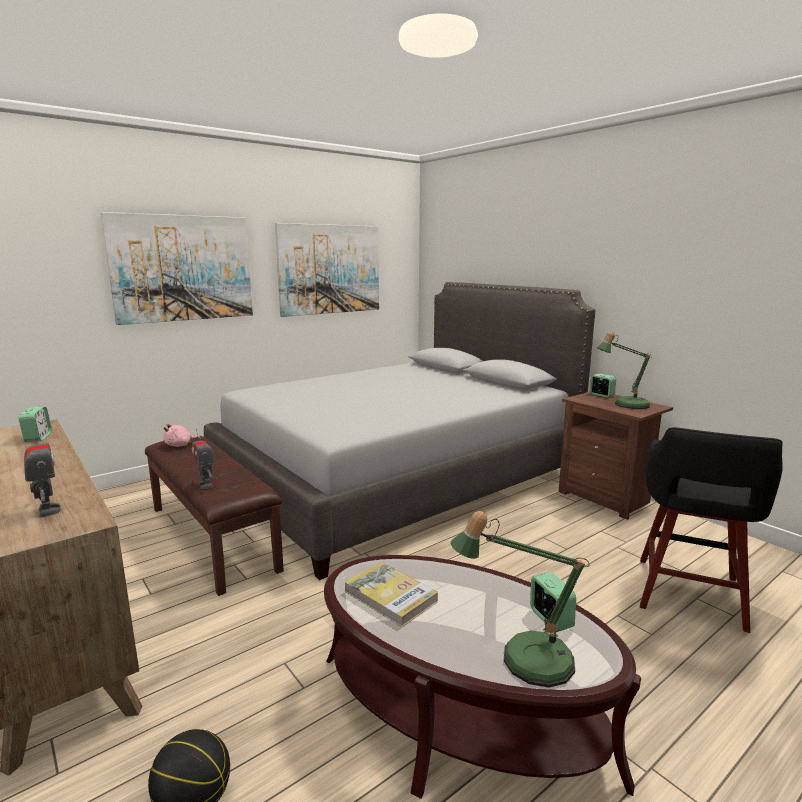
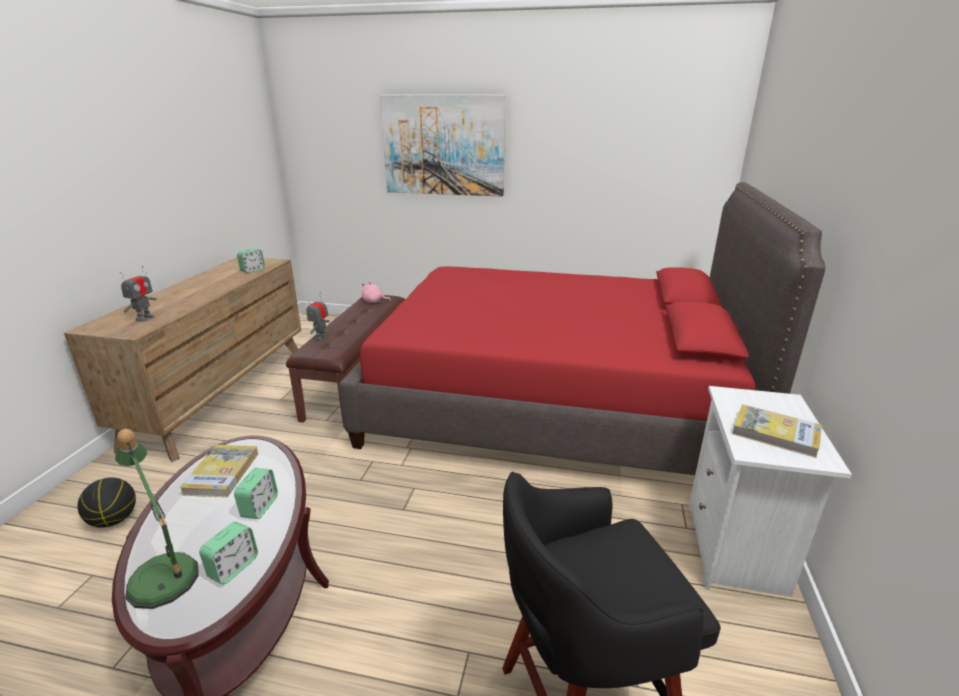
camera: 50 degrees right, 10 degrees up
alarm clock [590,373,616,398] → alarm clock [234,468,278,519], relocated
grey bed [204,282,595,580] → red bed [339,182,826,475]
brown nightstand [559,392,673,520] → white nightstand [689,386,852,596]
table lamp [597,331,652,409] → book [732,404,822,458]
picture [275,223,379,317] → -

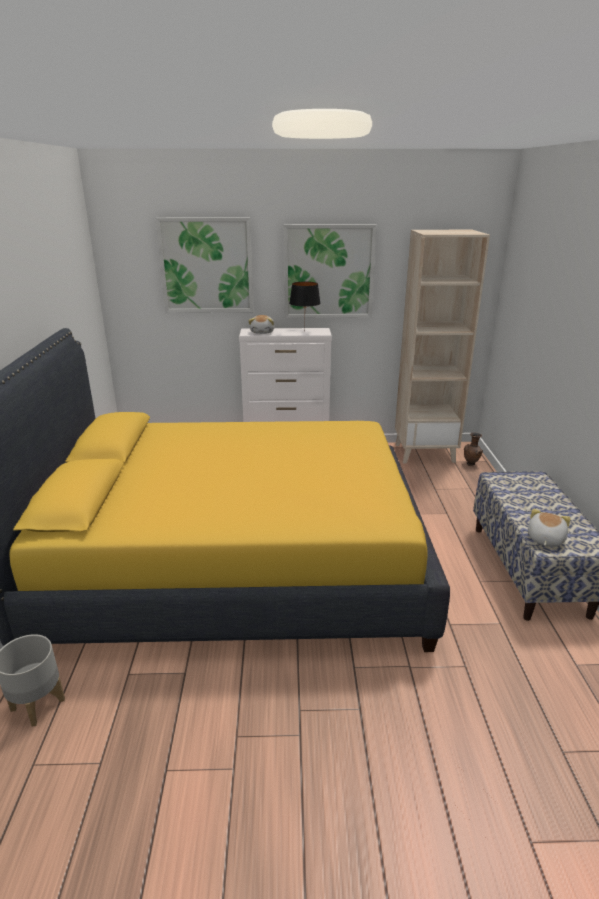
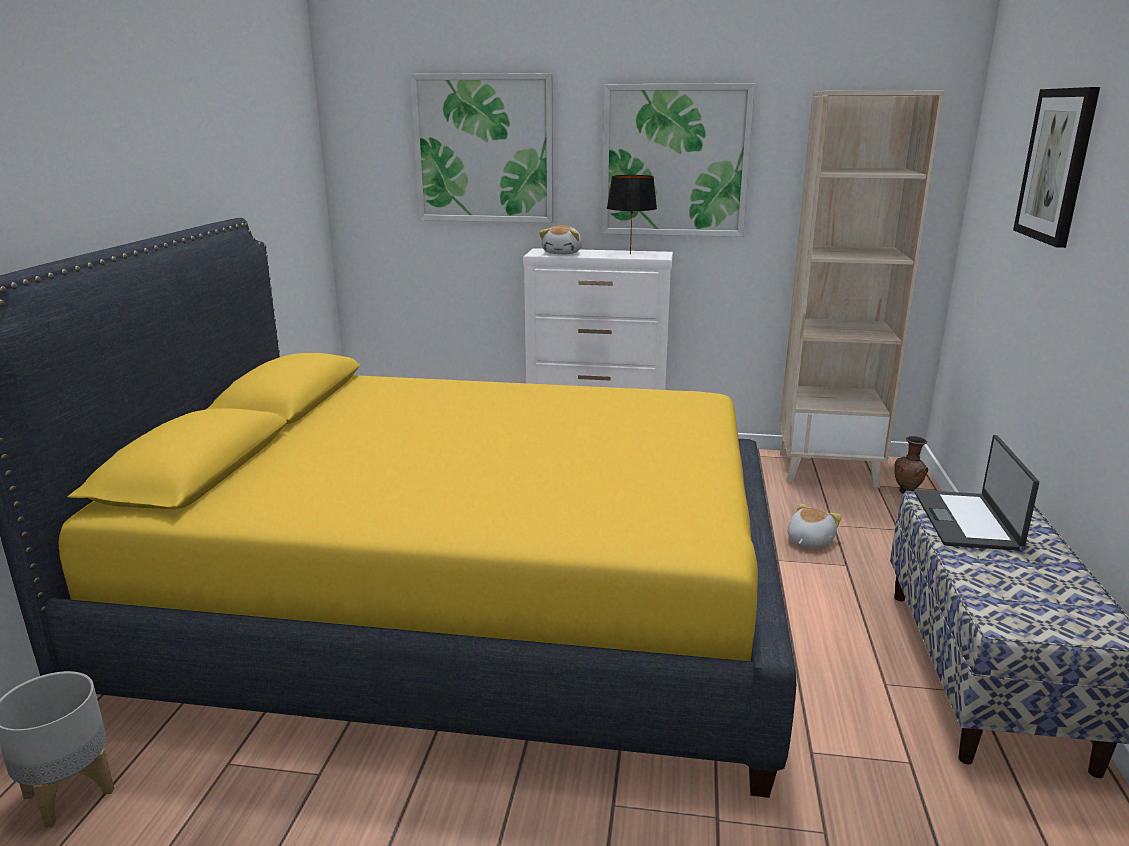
camera: 10 degrees right, 5 degrees down
plush toy [528,509,571,547] → plush toy [788,503,842,548], relocated
- → laptop [915,435,1039,551]
- → picture [1013,87,1100,248]

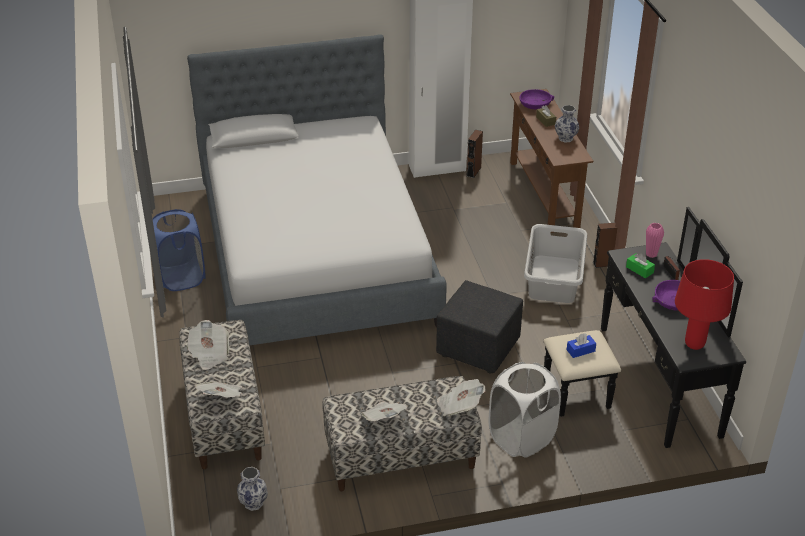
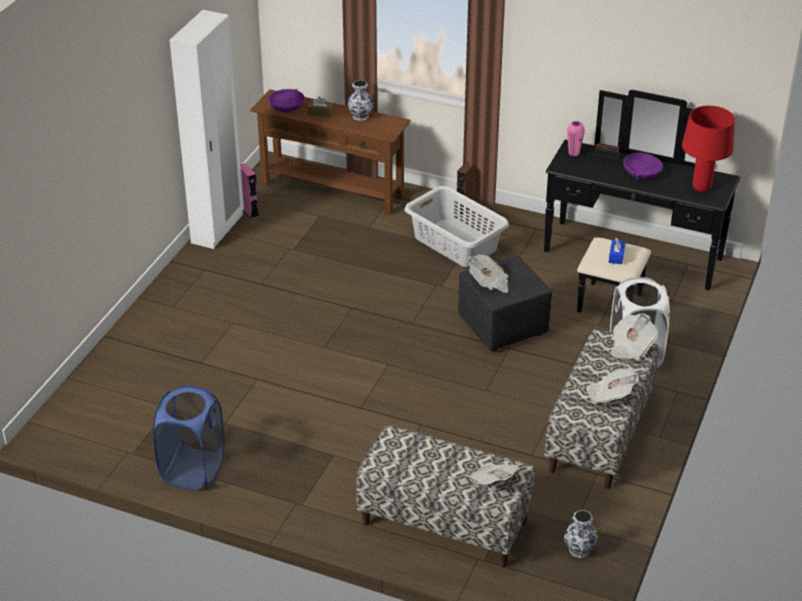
camera: 55 degrees left, 0 degrees up
brown speaker [467,130,483,178] → pink speaker [241,163,259,218]
newspaper [186,320,229,370] → newspaper [467,255,508,293], relocated
bed [187,34,447,345] → -
green tissue box [626,253,655,278] → -

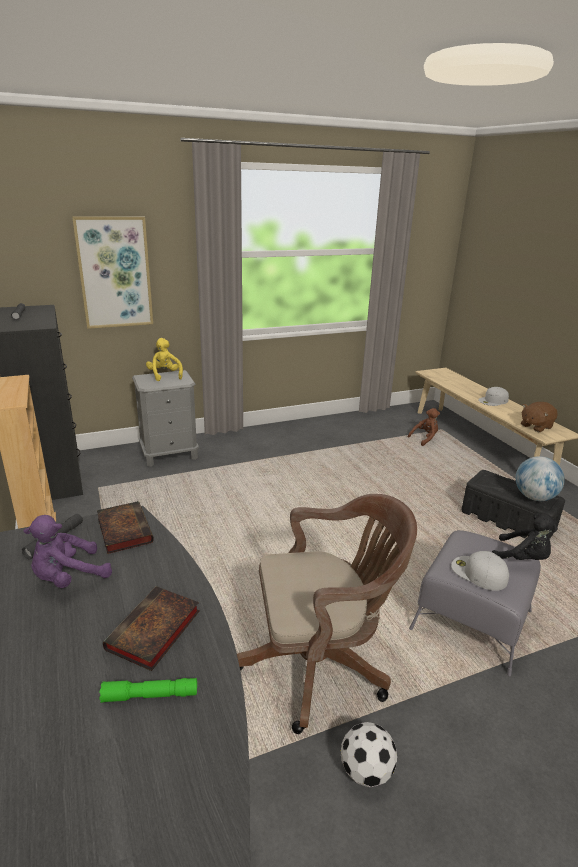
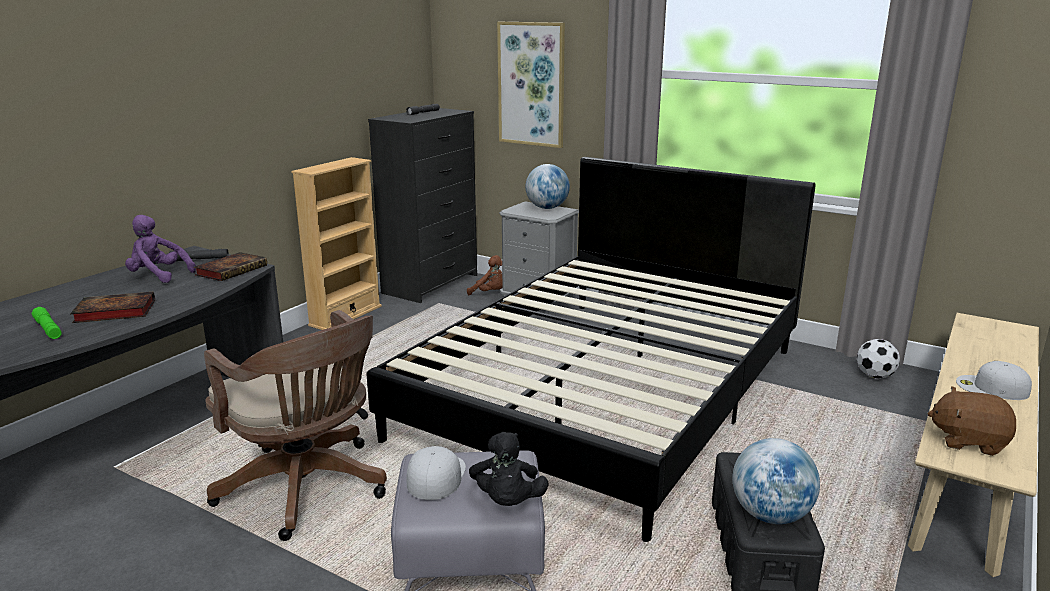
camera: 55 degrees right, 5 degrees down
- → black bed [367,157,816,542]
brown plush toy [408,408,440,446] → brown plush toy [467,255,502,295], relocated
yellow plush toy [146,338,183,381] → globe [525,164,570,209]
football [341,722,397,787] → football [857,339,900,379], relocated

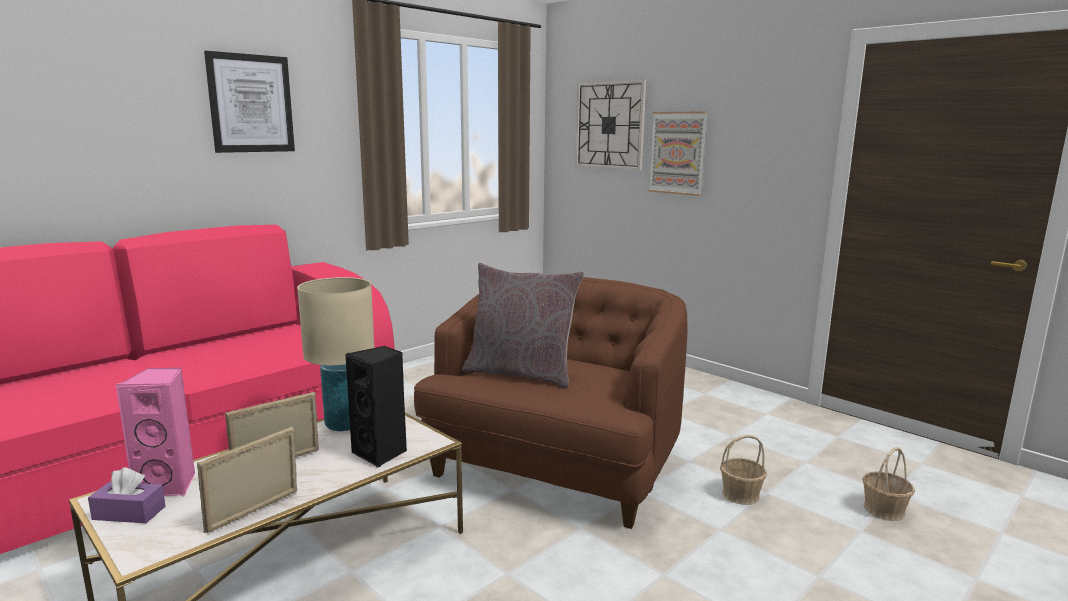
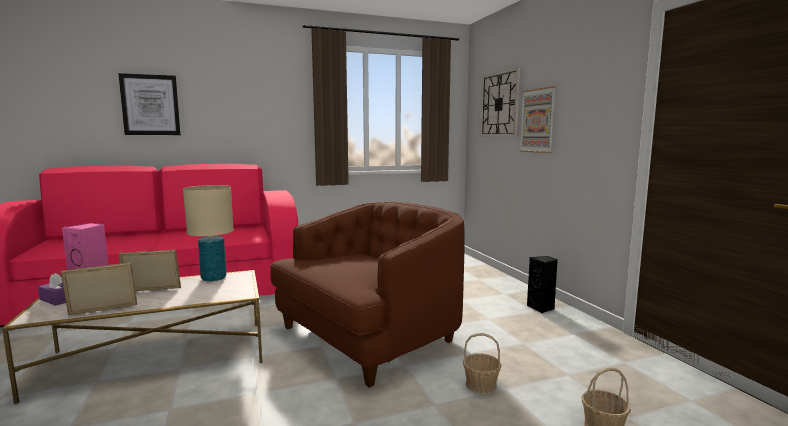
camera: 25 degrees right, 5 degrees down
picture [204,51,295,153] → picture [118,73,181,135], relocated
black speaker [345,346,407,468] → black speaker [527,256,558,313], relocated
grey pillow [462,263,584,389] → -

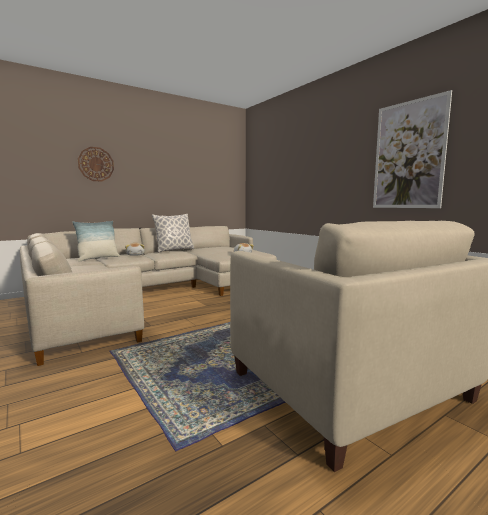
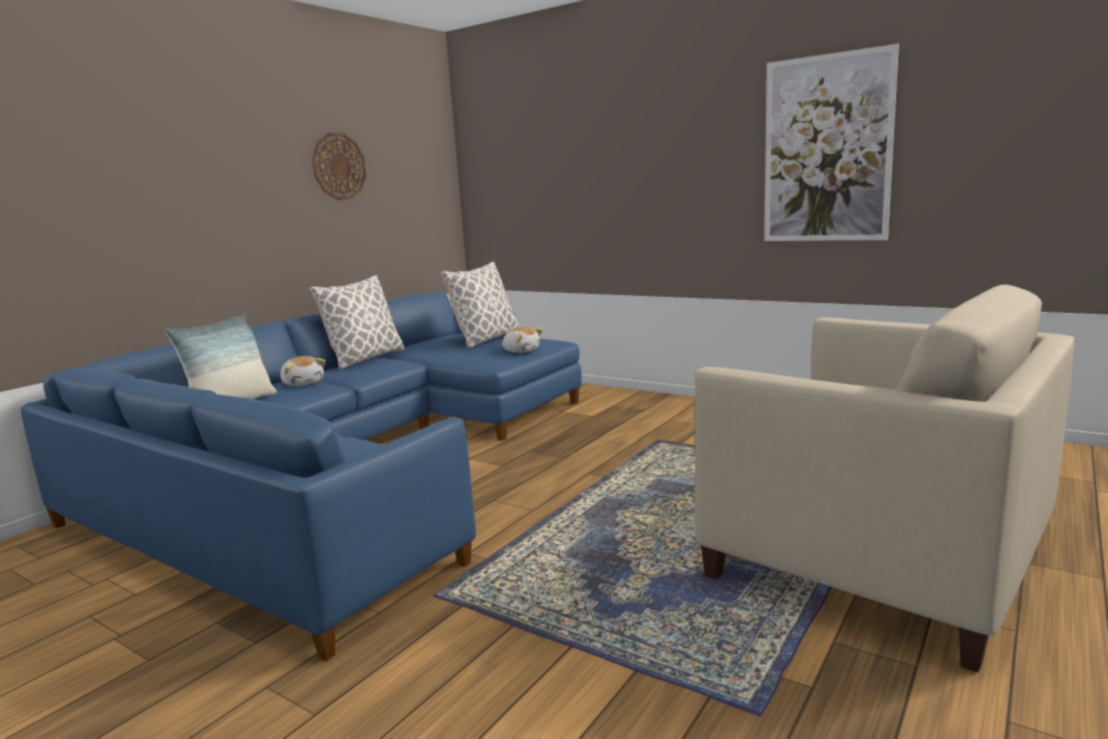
camera: 20 degrees left, 5 degrees up
beige sofa [20,226,277,366] → blue sofa [21,291,582,661]
wall clock [78,147,114,181] → wall clock [312,133,366,200], relocated
- → pillow [441,262,519,349]

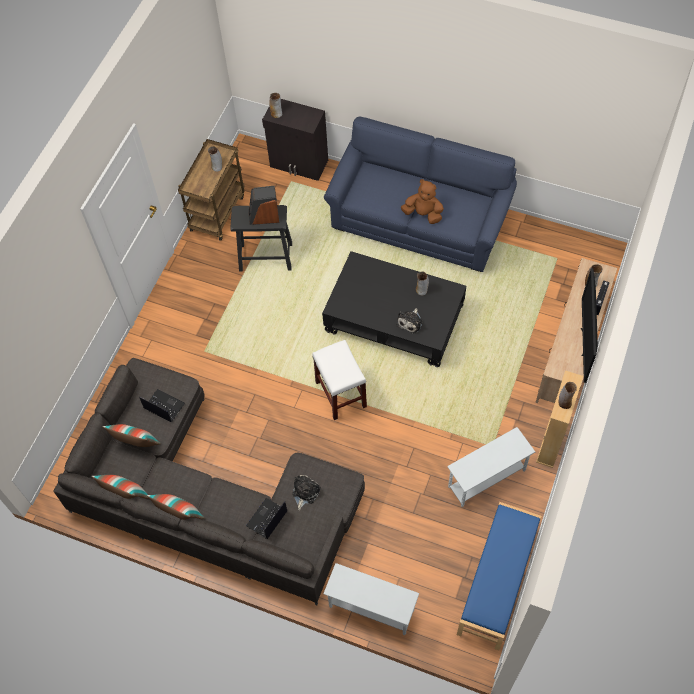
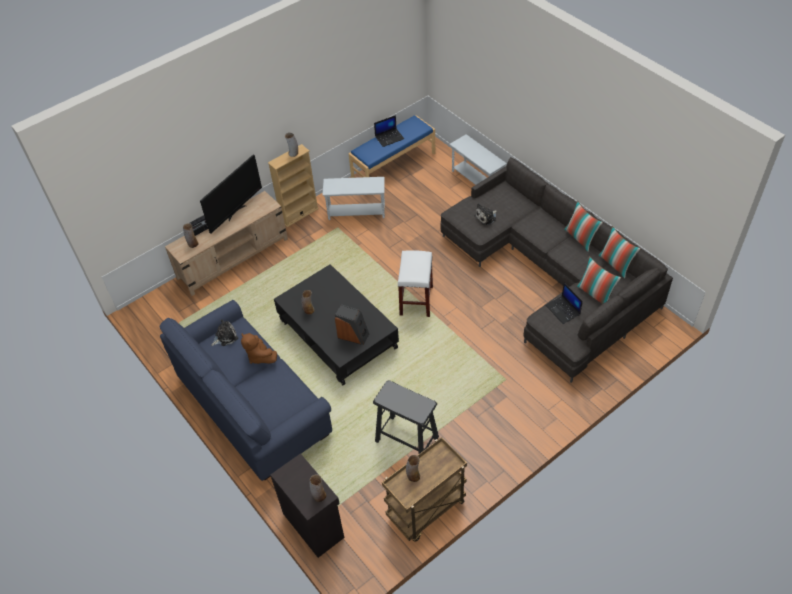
camera: 150 degrees left, 10 degrees down
plush toy [397,308,423,334] → plush toy [211,319,238,346], relocated
speaker [248,185,279,225] → speaker [335,304,369,345], relocated
laptop [246,498,287,539] → laptop [374,115,404,147], relocated

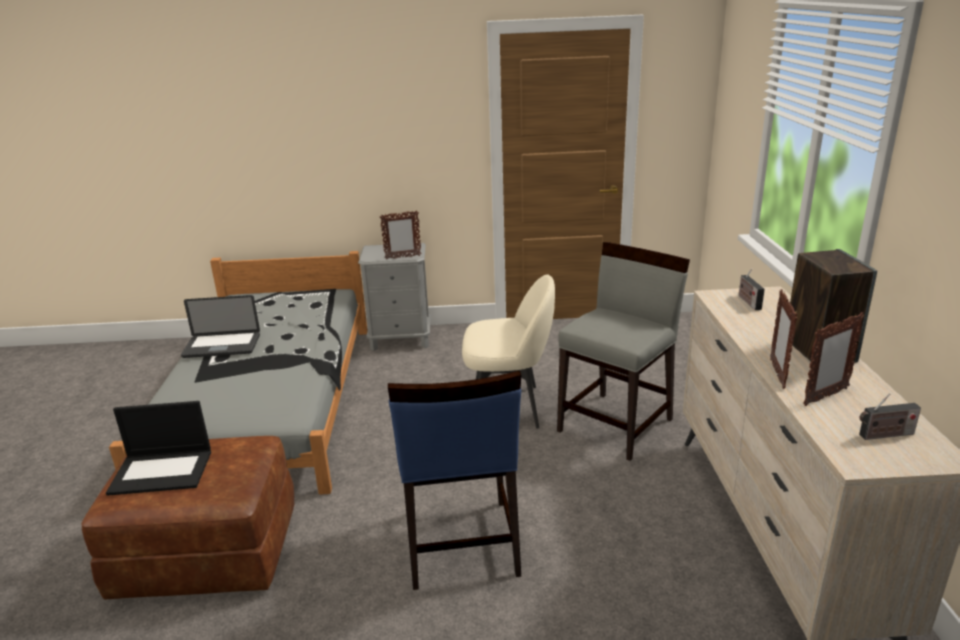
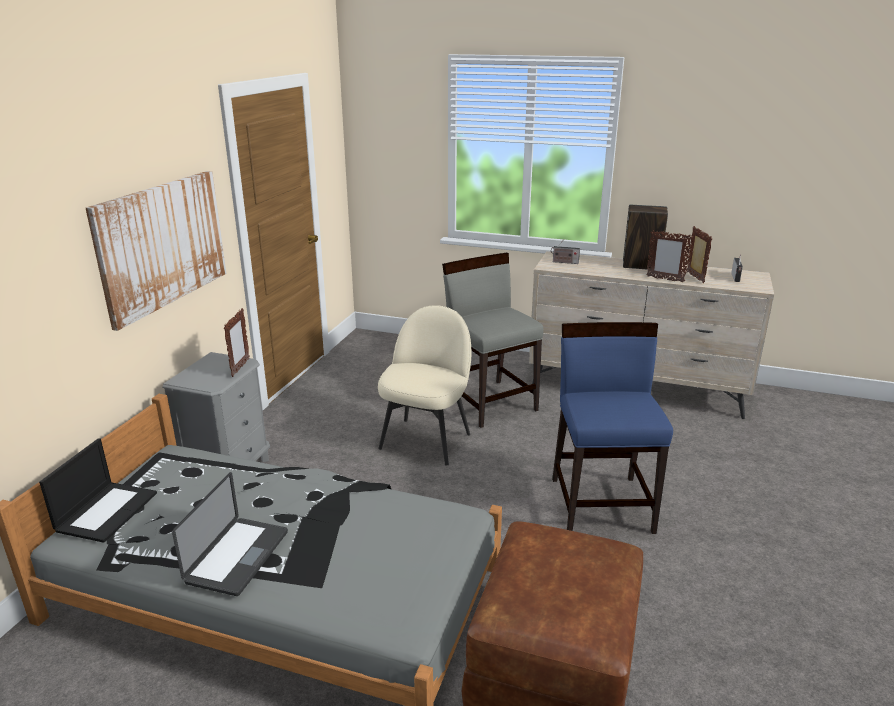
camera: 70 degrees left, 0 degrees up
laptop [106,401,211,496] → laptop [39,438,157,543], relocated
- → picture [86,171,226,331]
blue chair [388,371,521,590] → blue chair [552,322,673,534], 105 degrees counterclockwise

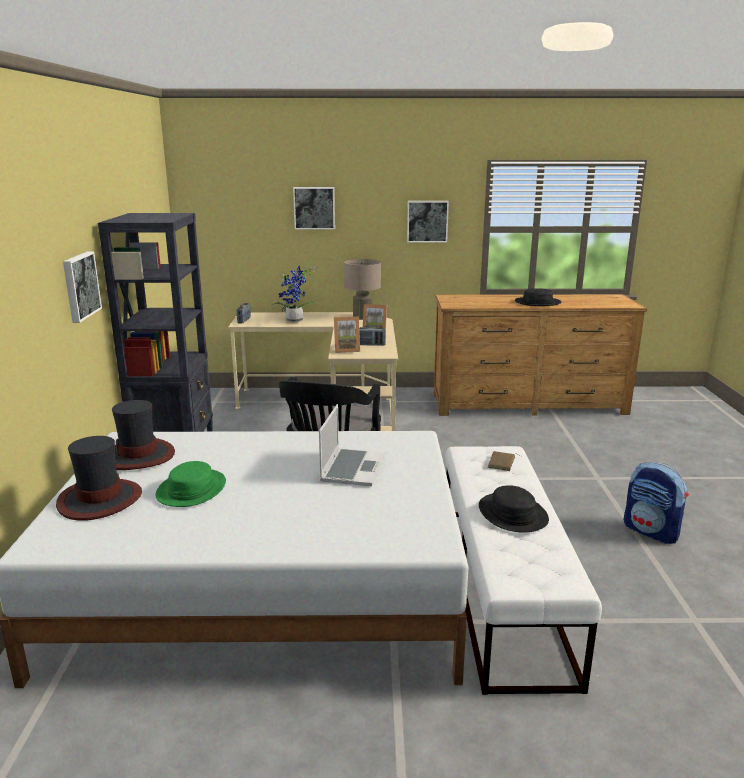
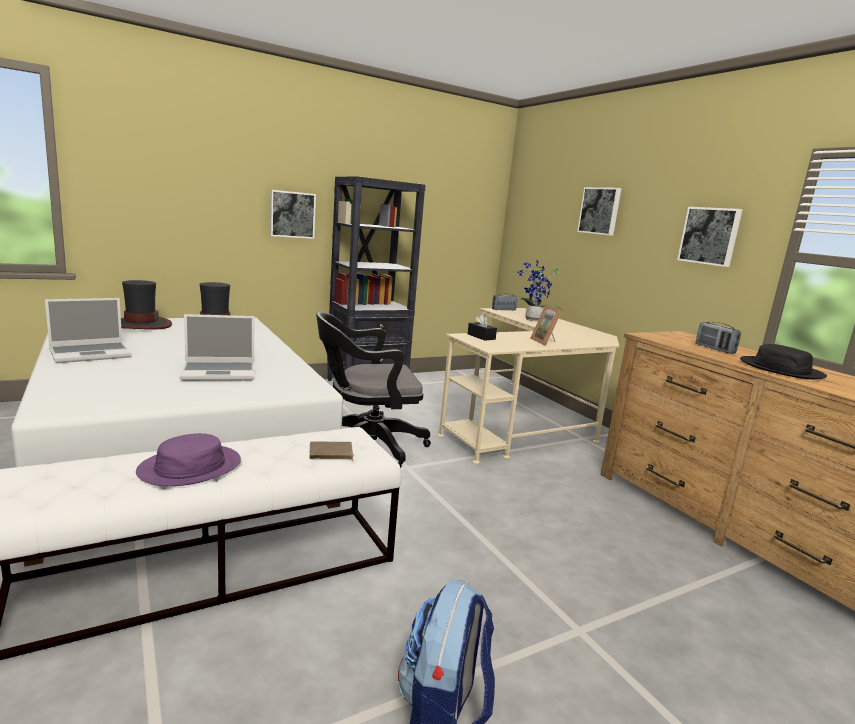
camera: 60 degrees right, 5 degrees down
- → laptop [45,298,132,363]
black hat [479,485,549,533] → purple hat [136,433,241,486]
picture frame [334,317,360,353] → black tissue box [468,314,497,341]
radio [359,326,386,346] → radio [696,322,741,354], relocated
green hat [155,461,226,507] → -
beige table lamp [344,259,381,320] → -

